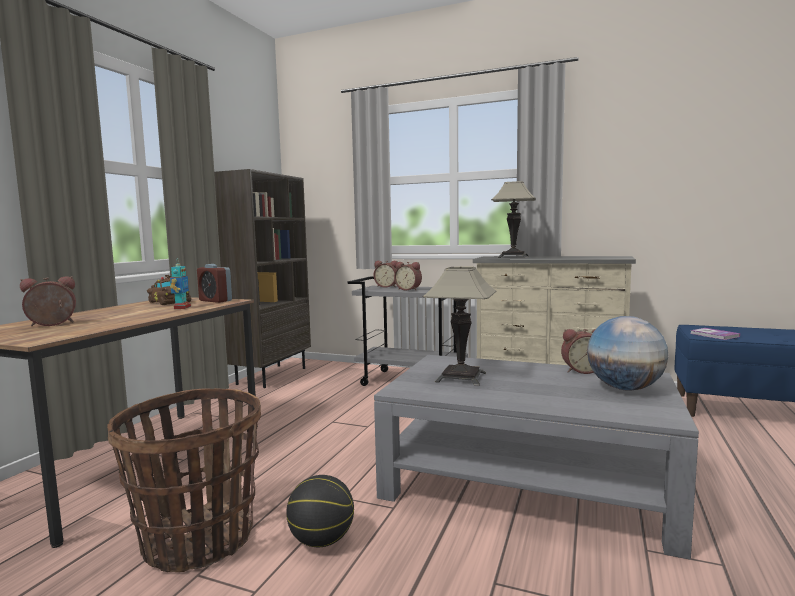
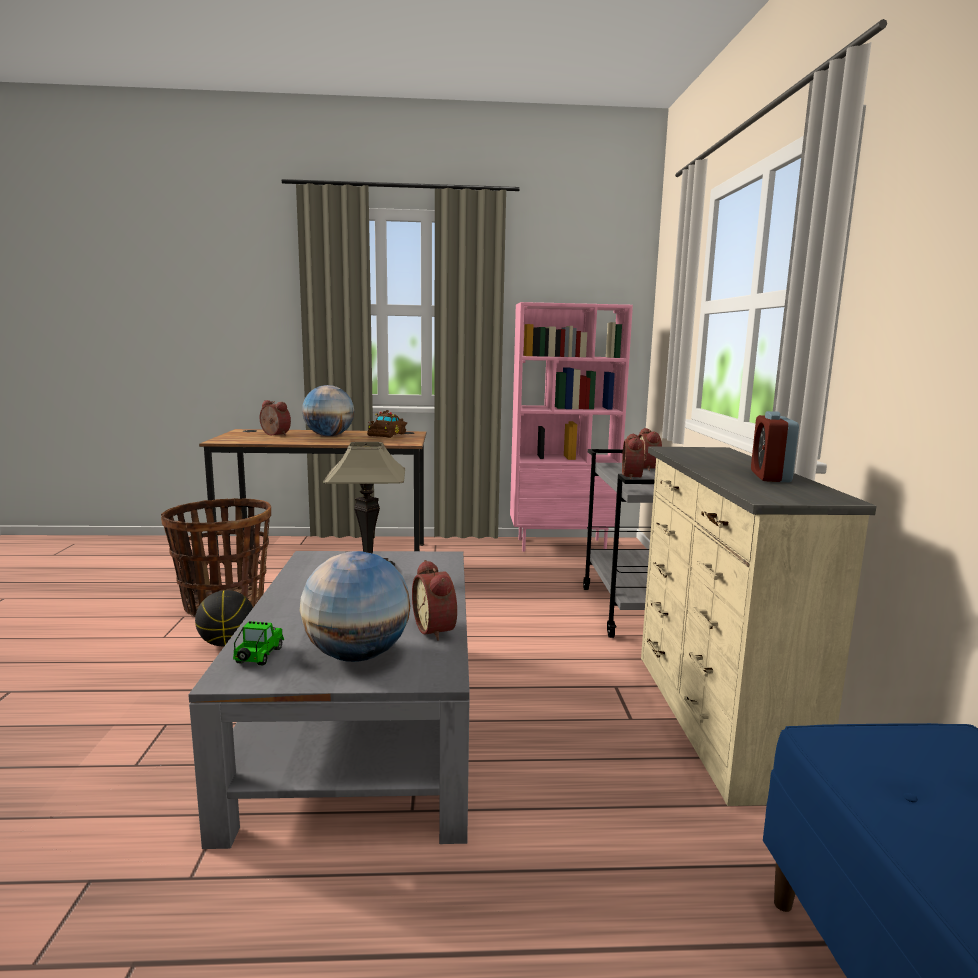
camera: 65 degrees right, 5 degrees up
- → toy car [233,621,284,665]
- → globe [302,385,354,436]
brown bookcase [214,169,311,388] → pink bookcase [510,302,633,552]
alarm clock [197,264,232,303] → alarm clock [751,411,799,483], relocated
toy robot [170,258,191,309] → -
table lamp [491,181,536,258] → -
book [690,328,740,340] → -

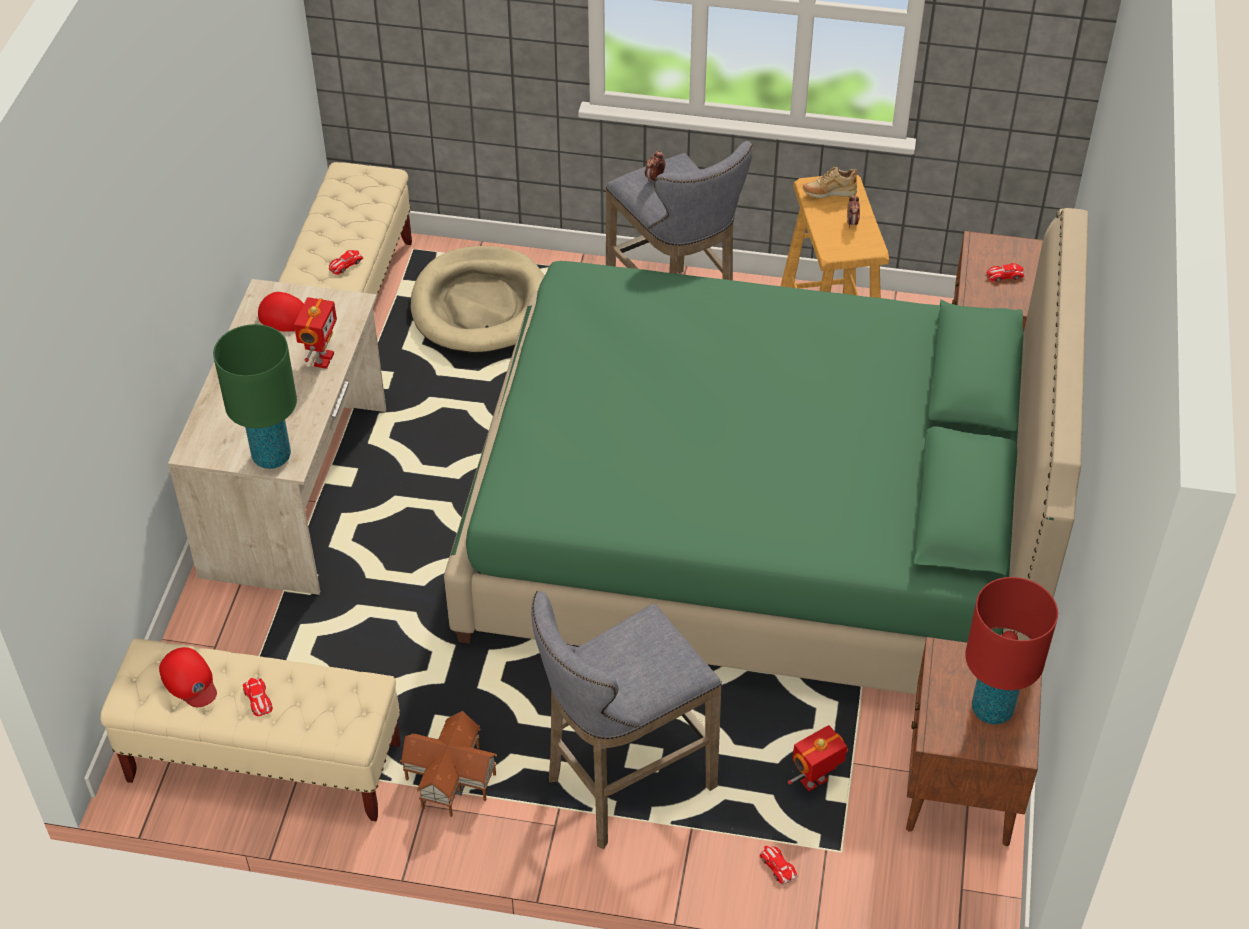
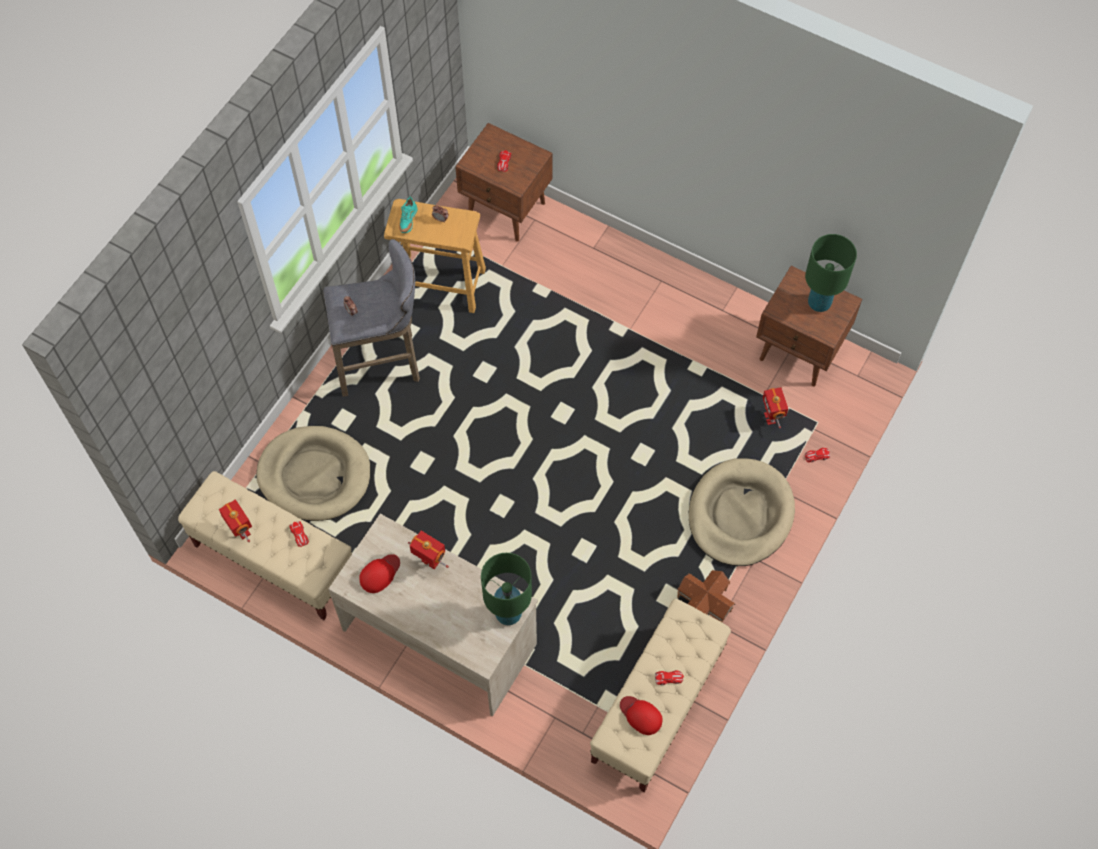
camera: 70 degrees left, 15 degrees up
- → toy robot [219,499,252,542]
beige shoe [803,167,857,198] → turquoise shoe [399,196,418,233]
red cap [159,647,217,707] → red cap [620,696,662,735], 120 degrees counterclockwise
grey stool [531,591,722,849] → beige dog bed [689,458,795,566]
red table lamp [965,577,1058,725] → green table lamp [805,234,857,312]
green bed [444,208,1088,694] → -

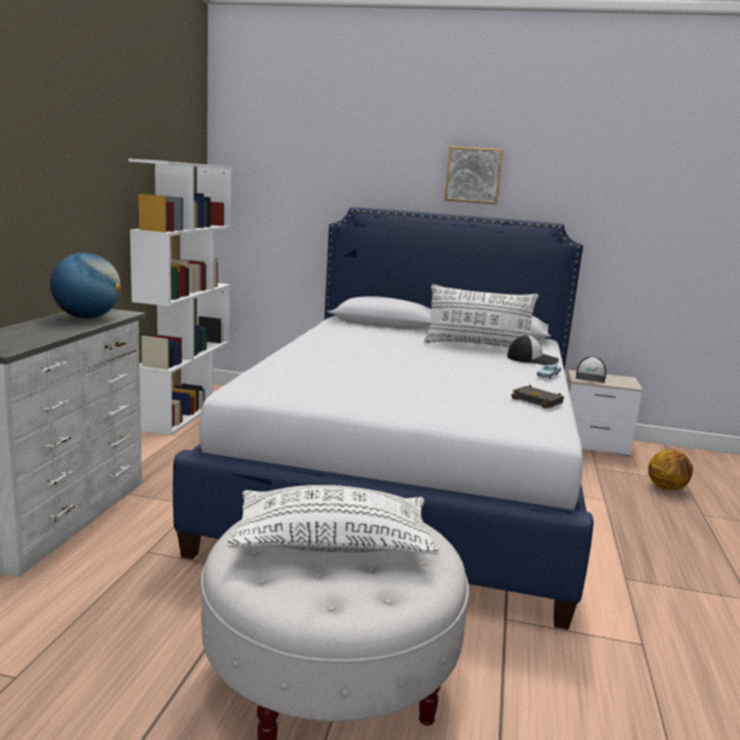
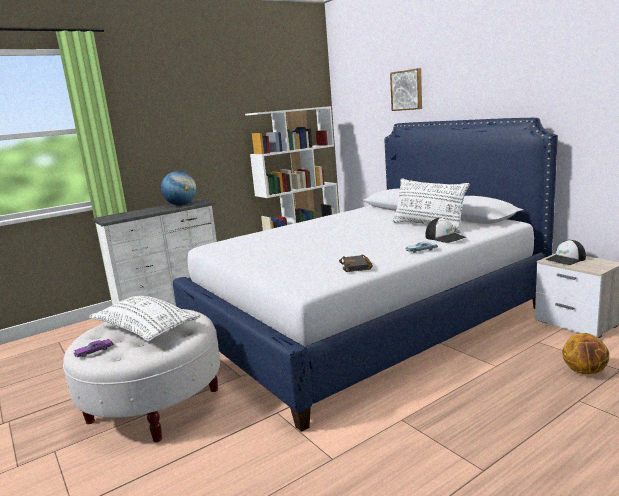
camera: 45 degrees right, 0 degrees up
- → purple toy car [74,339,114,357]
picture [445,146,503,204] → picture [390,68,422,111], relocated

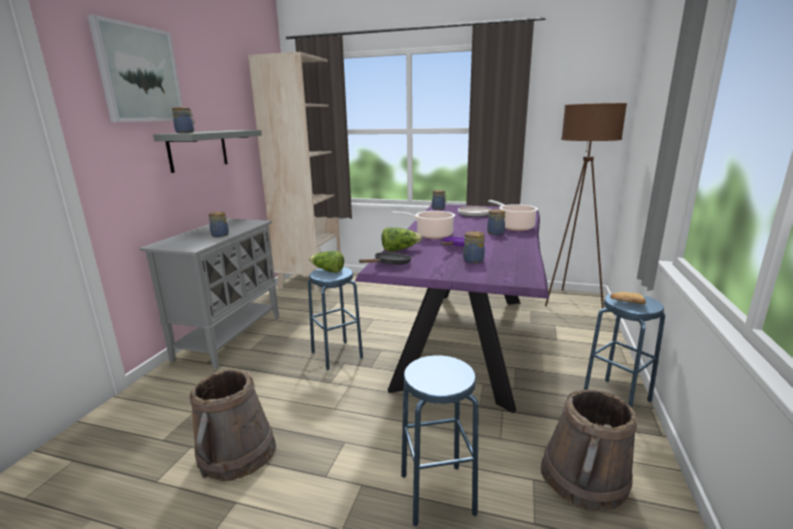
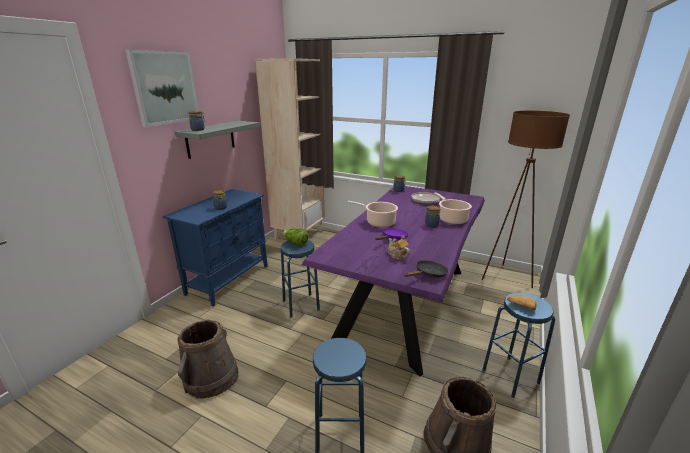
camera: 10 degrees right, 5 degrees up
grey cabinet [139,218,279,369] → blue cabinet [162,189,268,306]
jar [463,231,485,263] → teapot [388,235,410,260]
black frying pan [359,252,412,265] → black frying pan [404,261,449,278], relocated
lettuce [381,227,423,252] → -

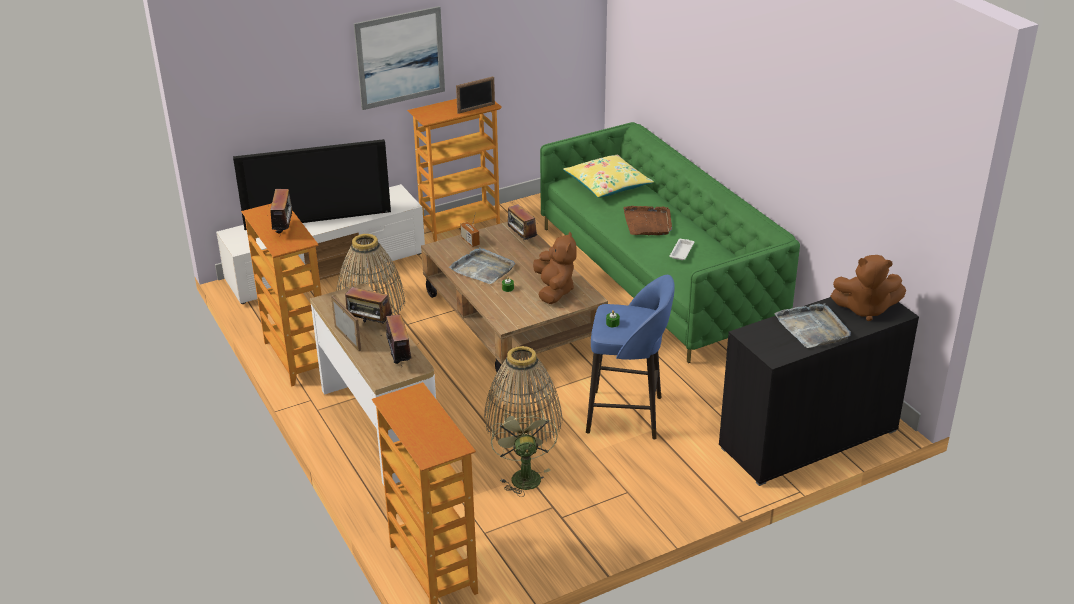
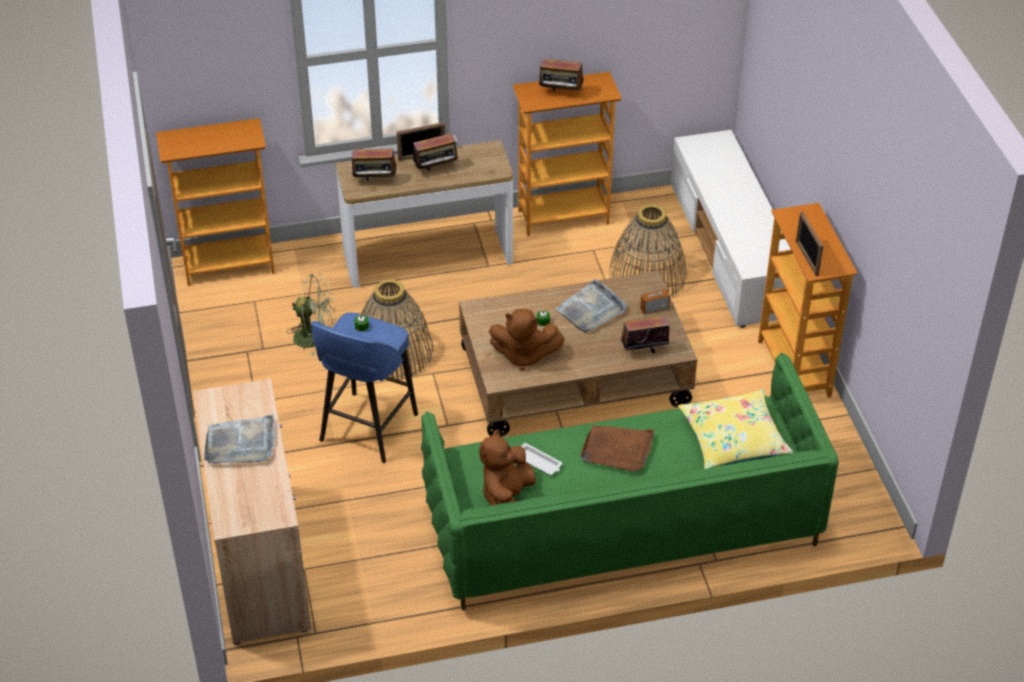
camera: 105 degrees right, 10 degrees up
black cabinet [719,297,919,486] → beige cabinet [193,379,311,645]
radio [345,287,392,324] → radio [413,133,460,170], 150 degrees counterclockwise
brown plush toy [830,255,906,321] → brown plush toy [479,429,536,506], relocated
television [233,139,391,230] → -
picture [354,6,445,110] → -

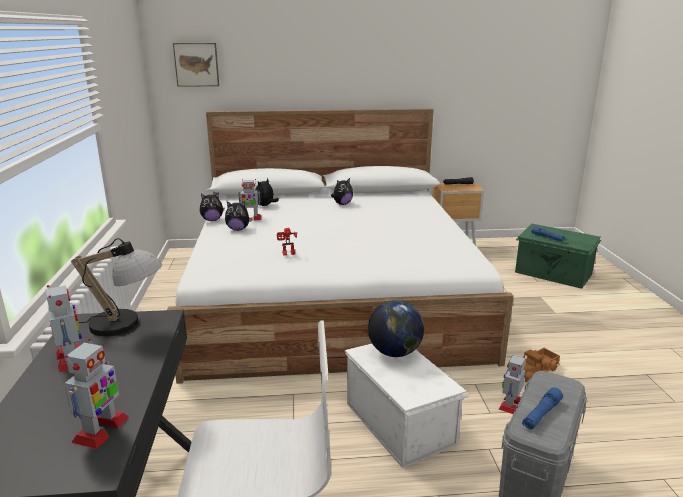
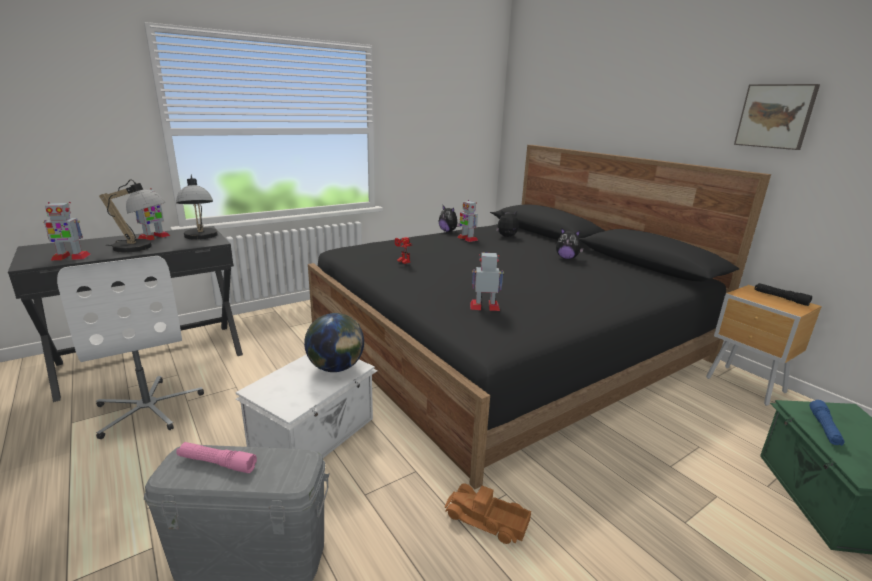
camera: 60 degrees right, 0 degrees up
- → table lamp [99,180,166,253]
blue flashlight [522,387,563,430] → pink flashlight [176,442,257,473]
white bed [167,109,514,384] → black bed [308,145,771,490]
toy robot [499,355,525,414] → toy robot [470,253,504,311], relocated
picture [173,43,219,87] → picture [734,84,820,150], relocated
plush toy [225,201,253,231] → -

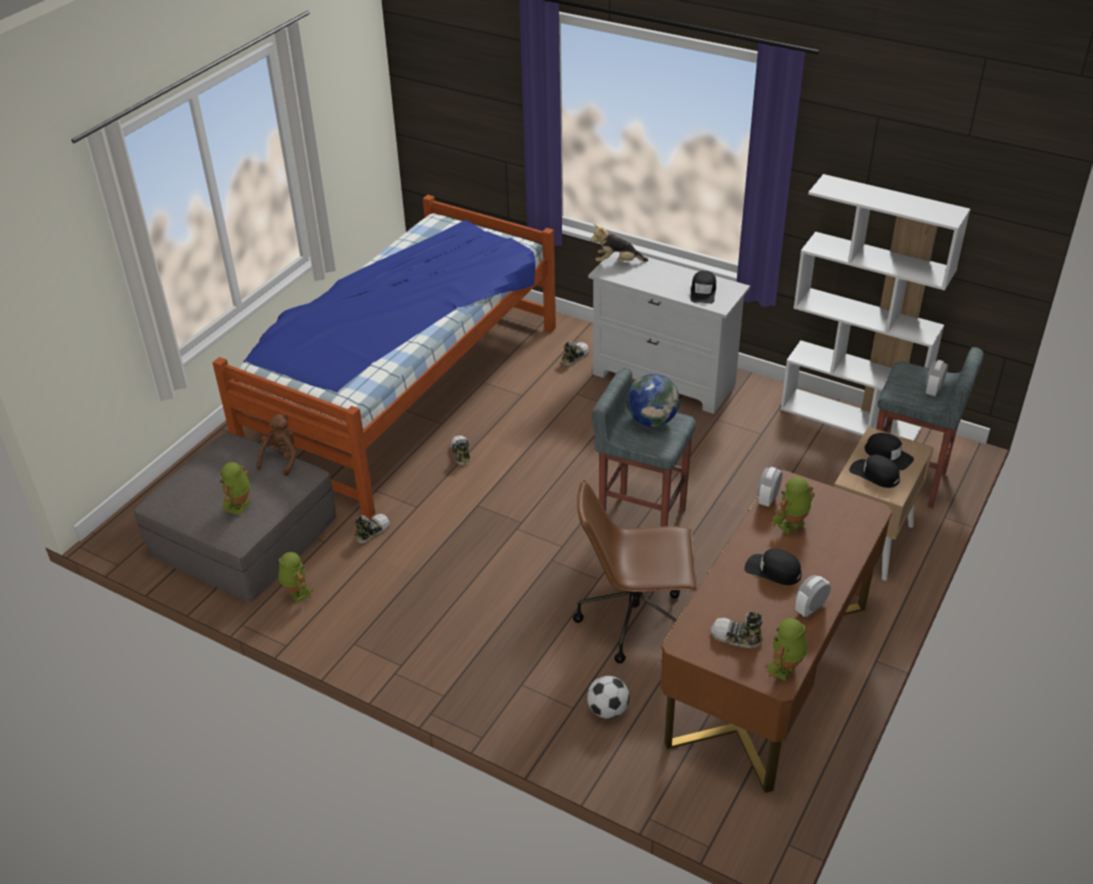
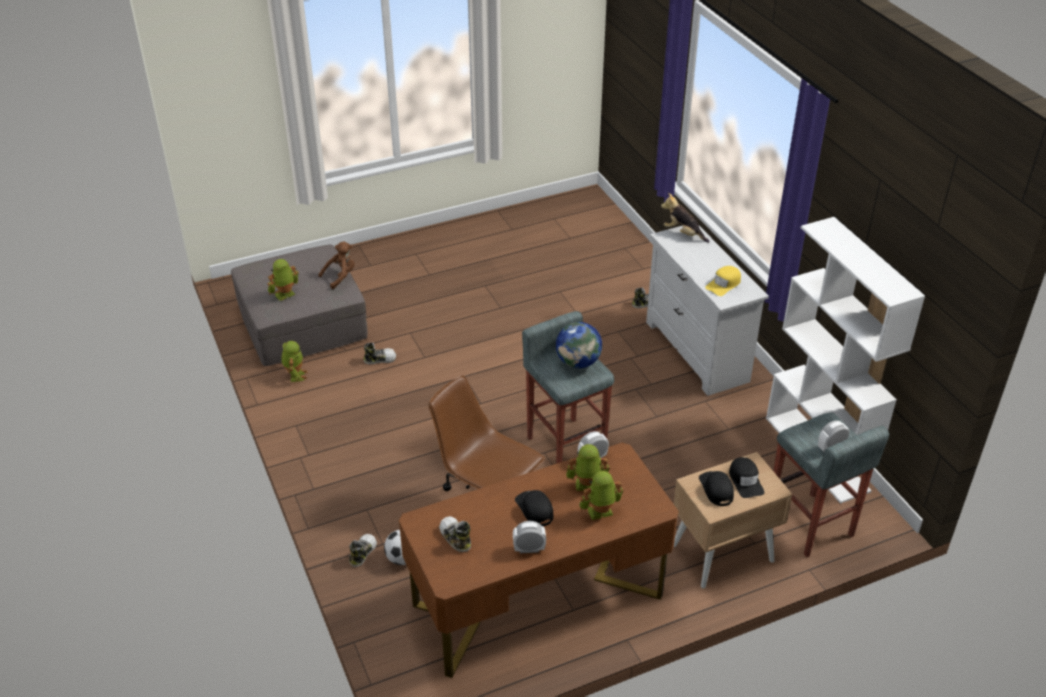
camera: 35 degrees right, 0 degrees up
shoe [451,436,470,465] → shoe [349,534,377,567], relocated
toy robot [765,618,807,681] → toy robot [579,471,624,520], relocated
black cap [690,271,716,304] → yellow cap [705,266,741,296]
bed [213,195,556,519] → -

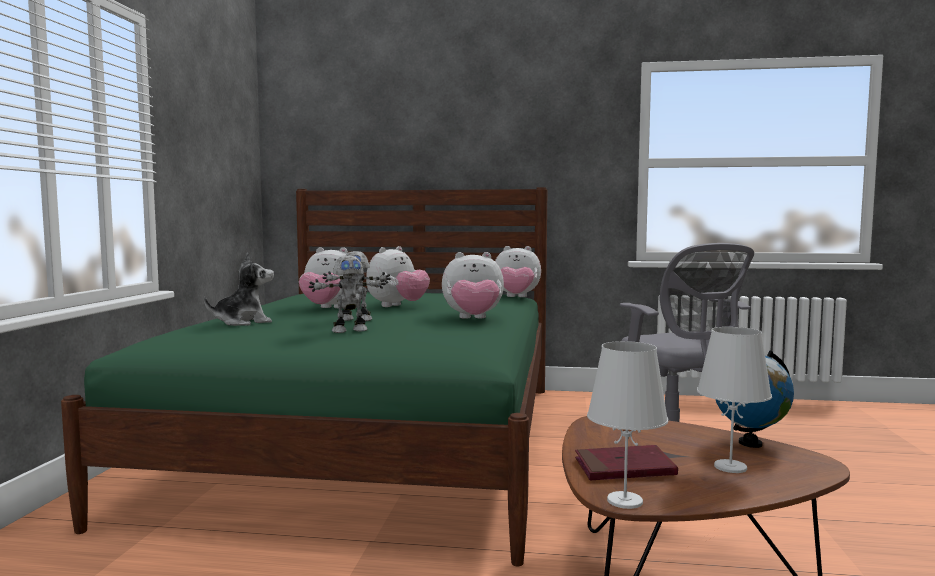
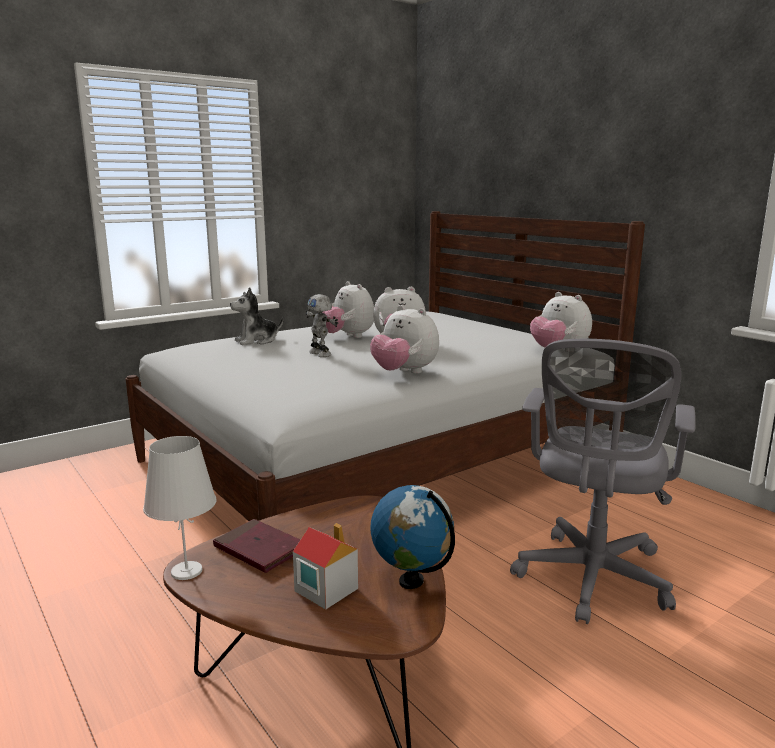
camera: 45 degrees right, 10 degrees up
green bed [61,187,548,567] → white bed [126,211,645,521]
plush toy [204,253,274,326] → plush toy [230,287,283,345], 135 degrees clockwise
white table lamp [697,327,772,473] → toy house [293,523,358,609]
toy robot [309,255,386,333] → -

